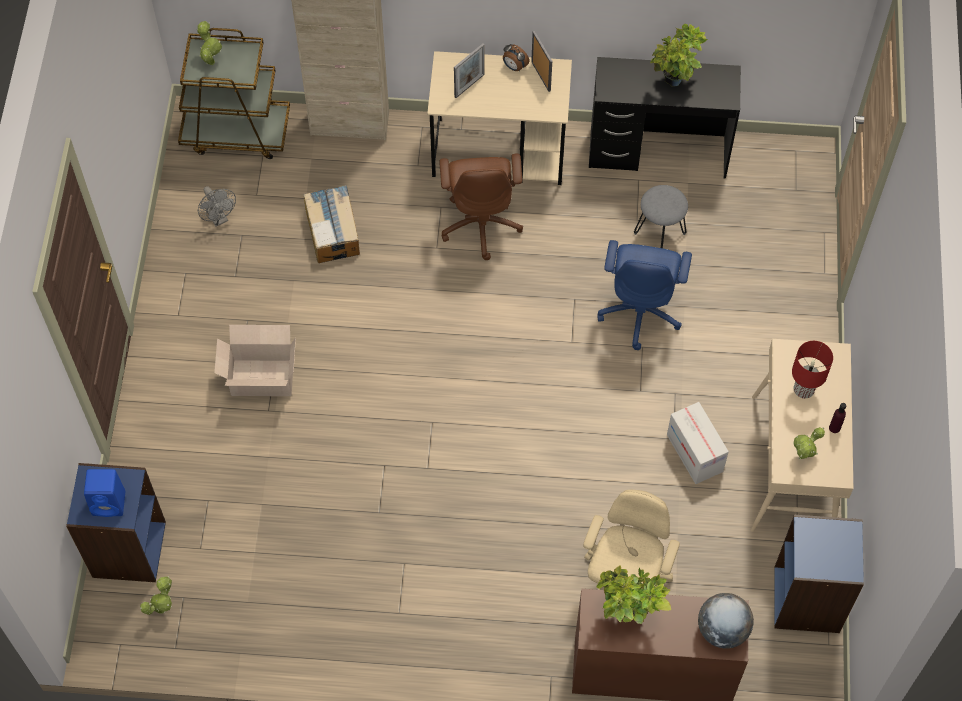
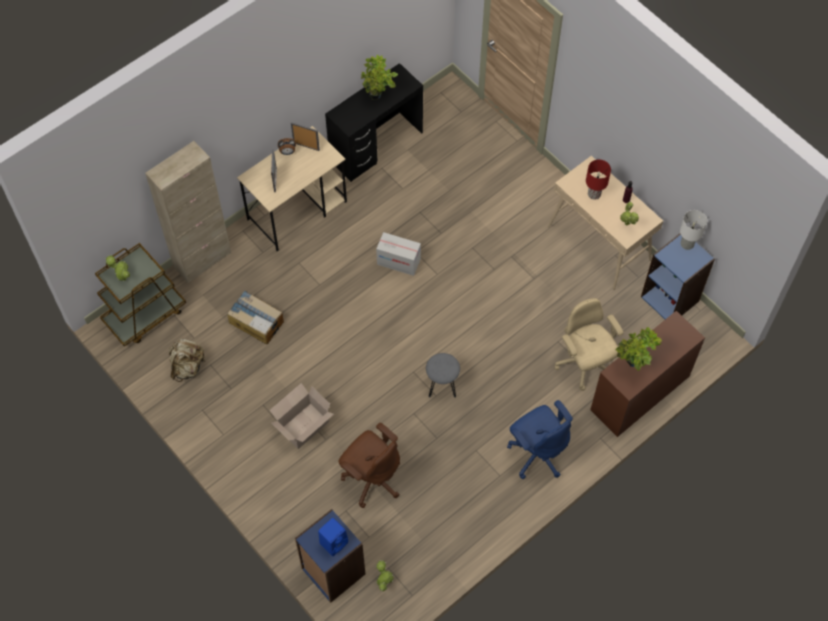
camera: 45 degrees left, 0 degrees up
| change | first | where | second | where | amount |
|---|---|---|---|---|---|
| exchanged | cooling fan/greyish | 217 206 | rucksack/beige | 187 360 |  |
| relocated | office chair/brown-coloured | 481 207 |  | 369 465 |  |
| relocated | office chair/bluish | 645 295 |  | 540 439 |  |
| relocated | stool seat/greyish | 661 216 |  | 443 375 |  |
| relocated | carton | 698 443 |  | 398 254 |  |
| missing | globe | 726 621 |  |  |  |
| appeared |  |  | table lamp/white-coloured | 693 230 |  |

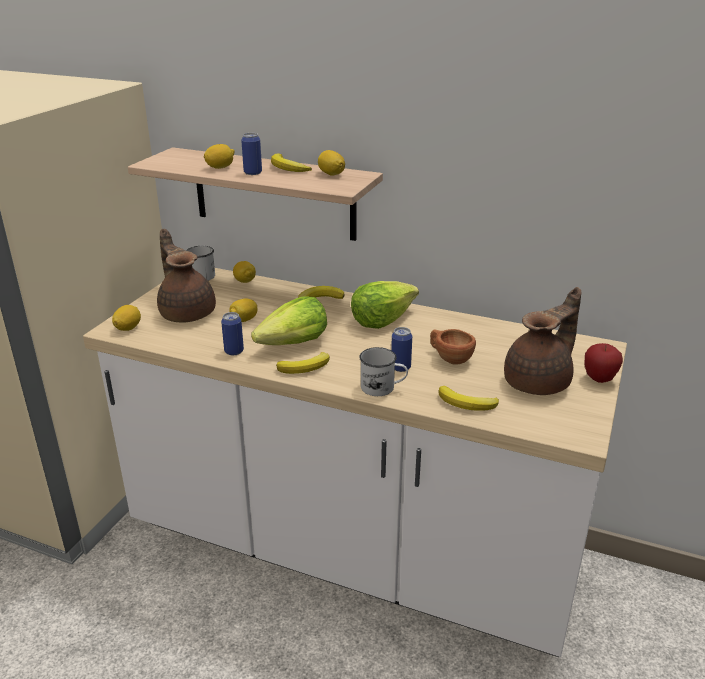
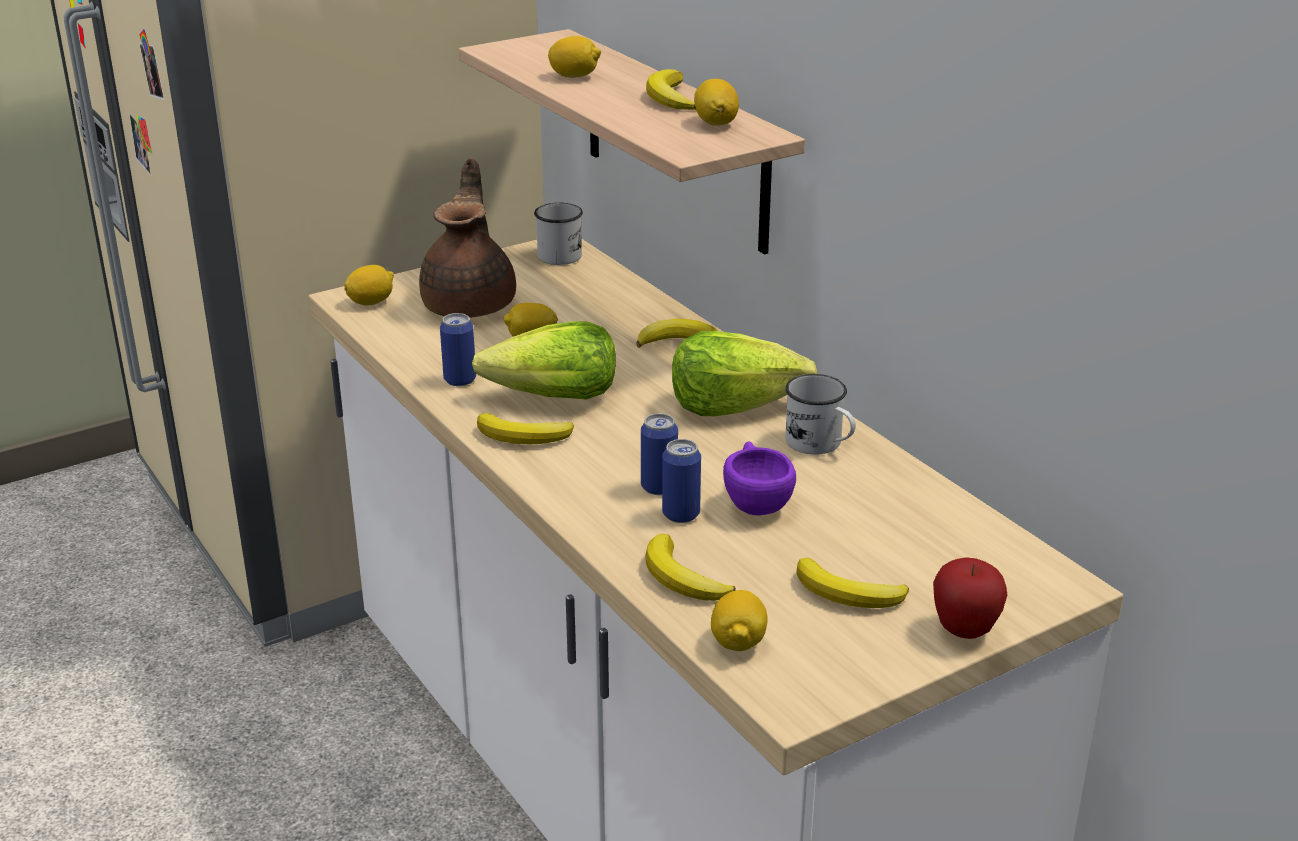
camera: 35 degrees right, 0 degrees up
| change | first | where | second | where | amount |
|---|---|---|---|---|---|
| relocated | whole lemon | 244 272 |  | 739 620 |  |
| relocated | sealed can | 251 154 |  | 681 481 |  |
| relocated | coffee mug/white-coloured | 383 371 |  | 820 414 |  |
| colour | small cup/brown-coloured | 453 347 | small cup/purple | 759 478 |  |
| exchanged | tea pot/brown-coloured | 542 341 | banana | 852 583 |  |

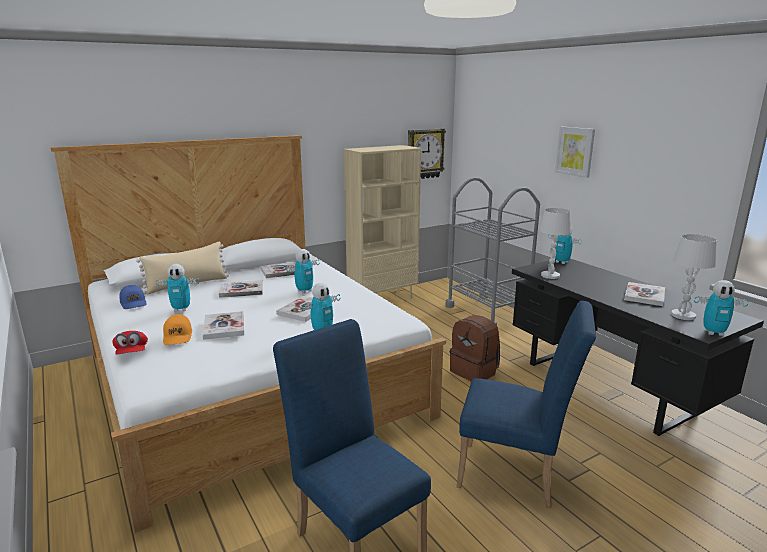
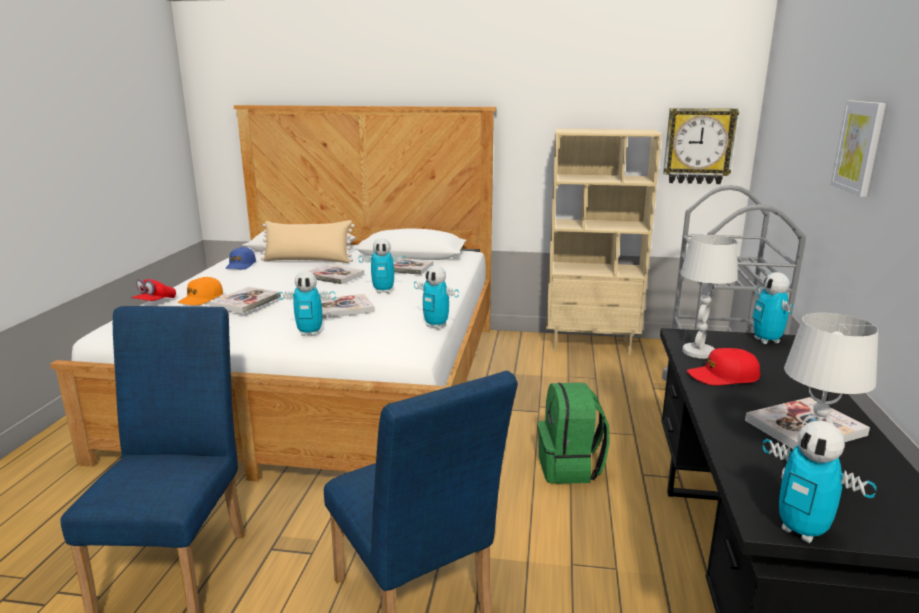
camera: 40 degrees right, 0 degrees up
| change | first | where | second | where | amount |
|---|---|---|---|---|---|
| relocated | model robot | 177 288 |  | 436 297 |  |
| colour | rucksack/brown-coloured | 475 348 | rucksack/green-coloured | 574 433 |  |
| appeared |  |  | peaked cap/red | 724 366 |  |

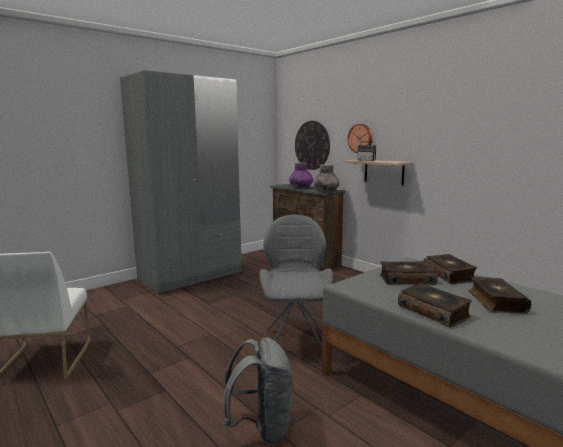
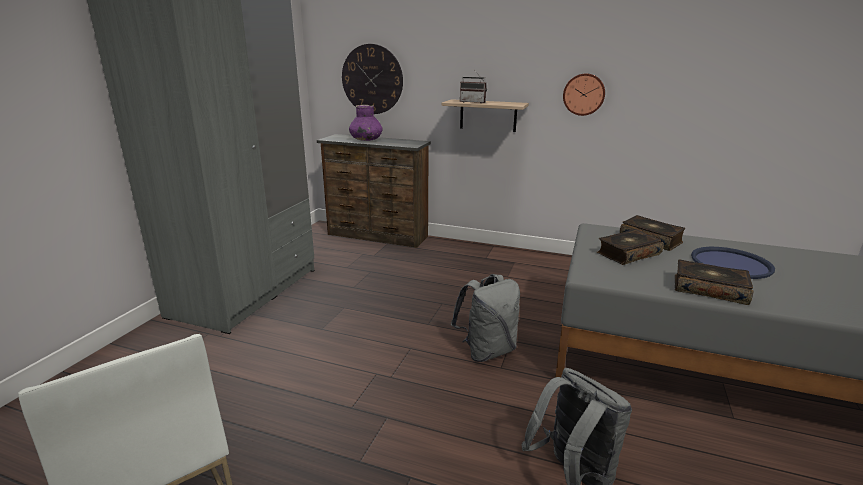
camera: 30 degrees left, 10 degrees up
| change | first | where | second | where | amount |
|---|---|---|---|---|---|
| exchanged | upright chair/greyish | 296 282 | rucksack/greyish | 485 318 |  |
| missing | decorative vase/greyish | 326 177 |  |  |  |
| relocated | hanging clock | 360 138 |  | 584 94 |  |
| exchanged | book | 500 295 | tray/bluish | 733 263 |  |

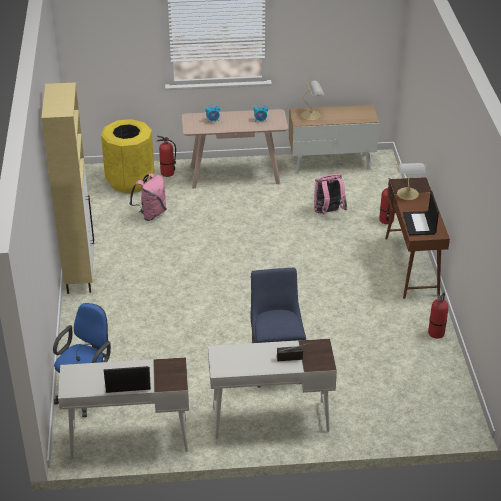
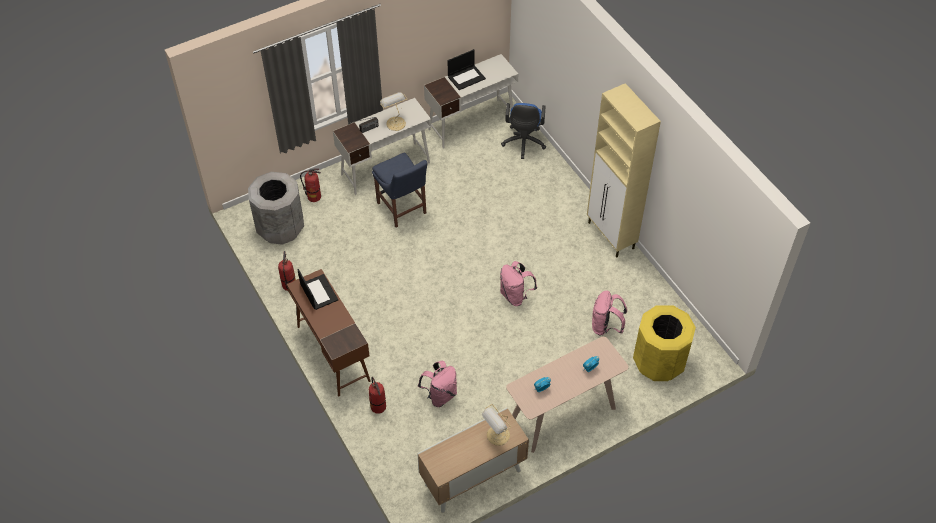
camera: 155 degrees right, 15 degrees up
| change | first | where | second | where | amount |
|---|---|---|---|---|---|
| relocated | fire-fighting cylinder | 166 156 |  | 310 185 |  |
| relocated | table lamp | 411 181 |  | 393 111 |  |
| appeared |  |  | rubbish bin/greyish | 276 208 |  |
| appeared |  |  | rucksack/pink-coloured | 518 283 |  |

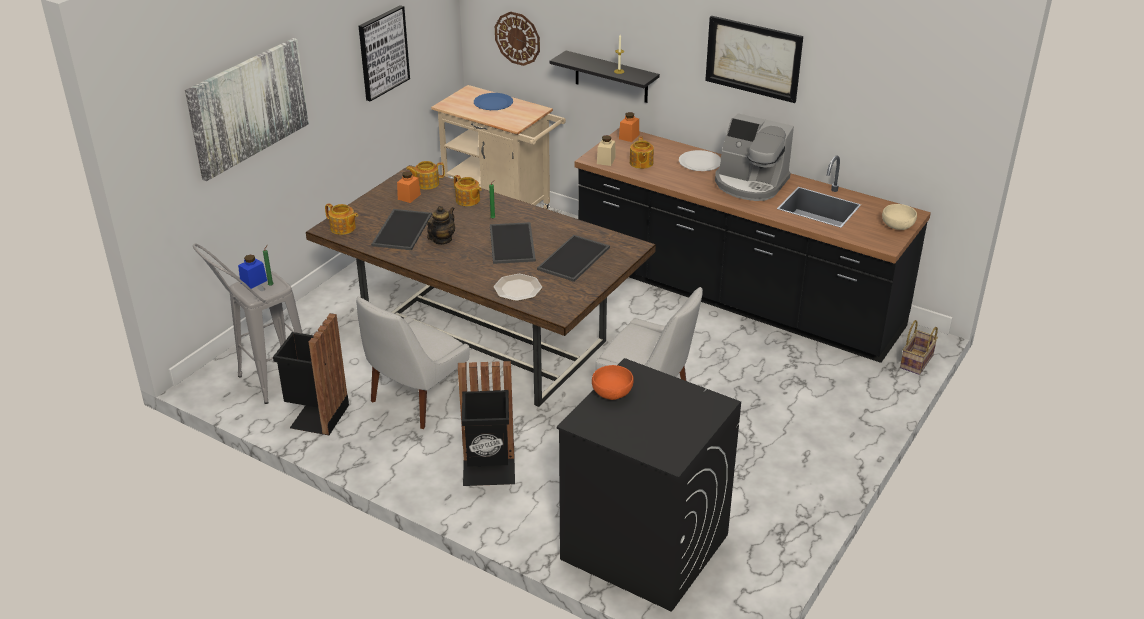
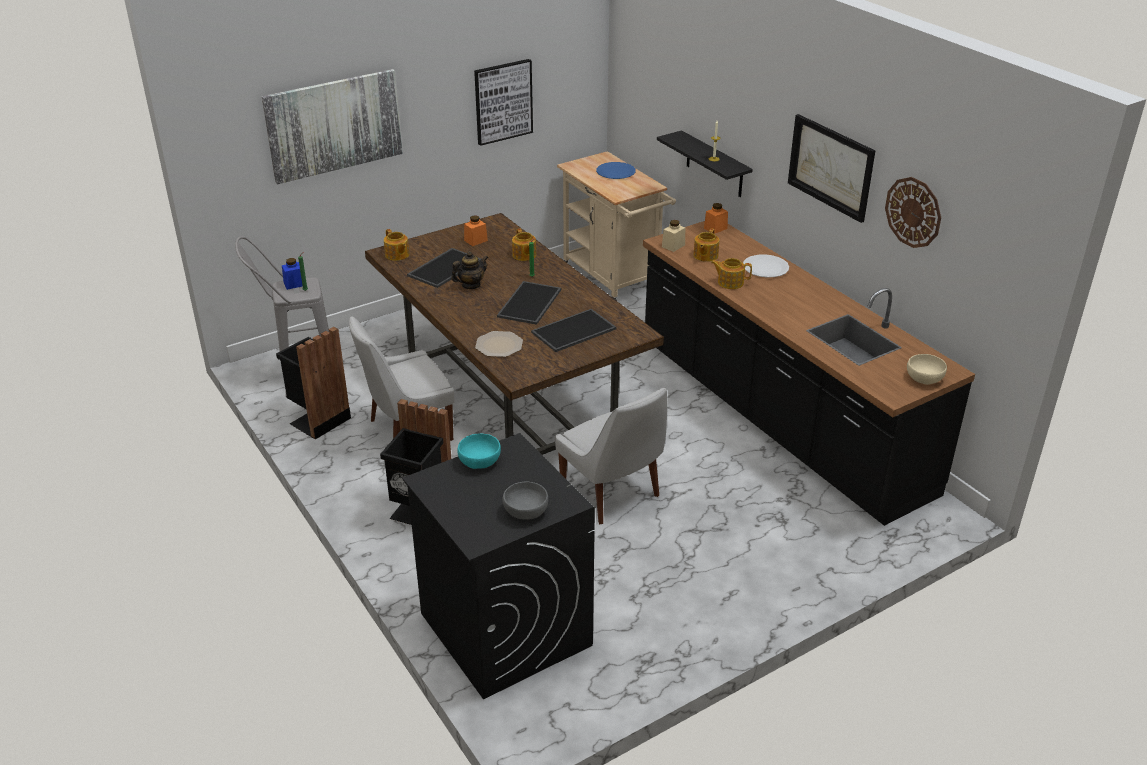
camera: 25 degrees right, 0 degrees up
| change | first | where | second | where | amount |
|---|---|---|---|---|---|
| relocated | tea pot | 425 175 |  | 731 273 |  |
| relocated | hanging clock | 517 39 |  | 913 212 |  |
| colour | serving bowl/orange-coloured | 613 382 | serving bowl/turquoise | 479 451 |  |
| missing | coffee maker | 754 157 |  |  |  |
| missing | basket | 919 347 |  |  |  |
| appeared |  |  | serving bowl/greyish | 525 501 |  |

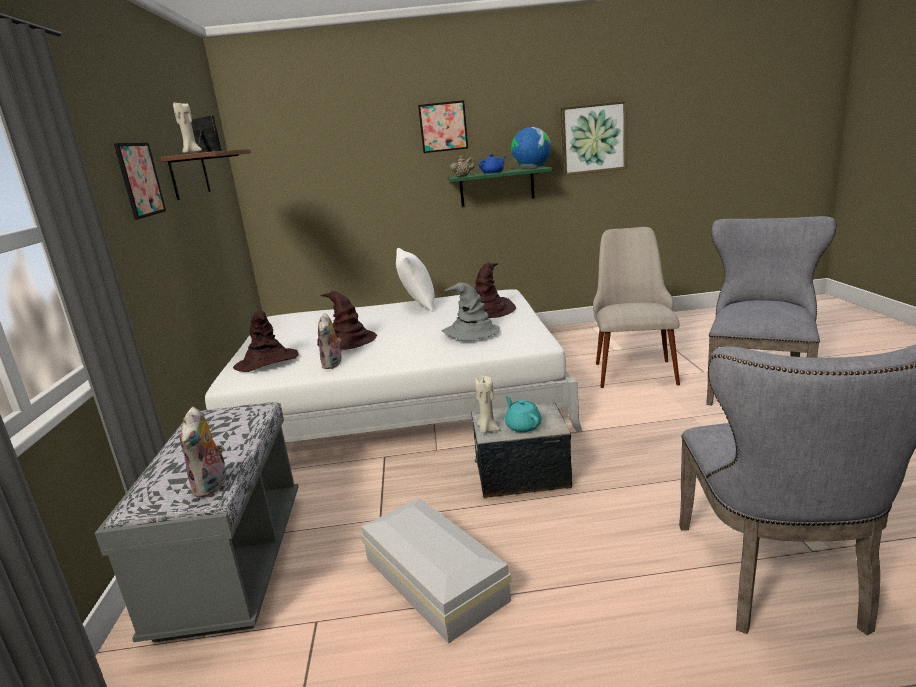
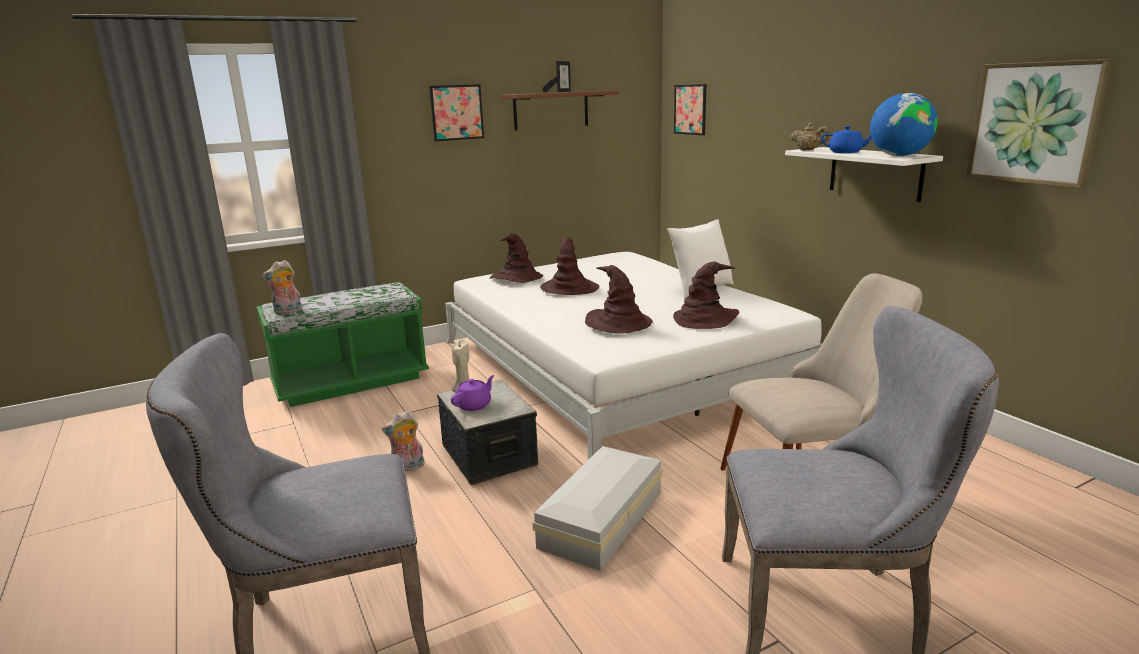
camera: 65 degrees right, 0 degrees up
| change | first | where | second | where | amount |
|---|---|---|---|---|---|
| colour | indoor bench/greyish | 196 522 | indoor bench/green-coloured | 343 344 |  |
| missing | wax light/beige | 187 127 |  |  |  |
| relocated | cuddly toy | 330 341 |  | 403 440 |  |
| relocated | storage bin/white-coloured | 436 570 |  | 598 508 |  |
| relocated | wall picture | 443 126 |  | 690 109 |  |
| colour | wearable hat/greyish | 470 311 | wearable hat/brown-coloured | 619 299 |  |
| colour | bracket shelf/green-coloured | 500 186 | bracket shelf/white-coloured | 864 174 |  |
| colour | tea pot/turquoise | 523 414 | tea pot/purple | 473 393 |  |

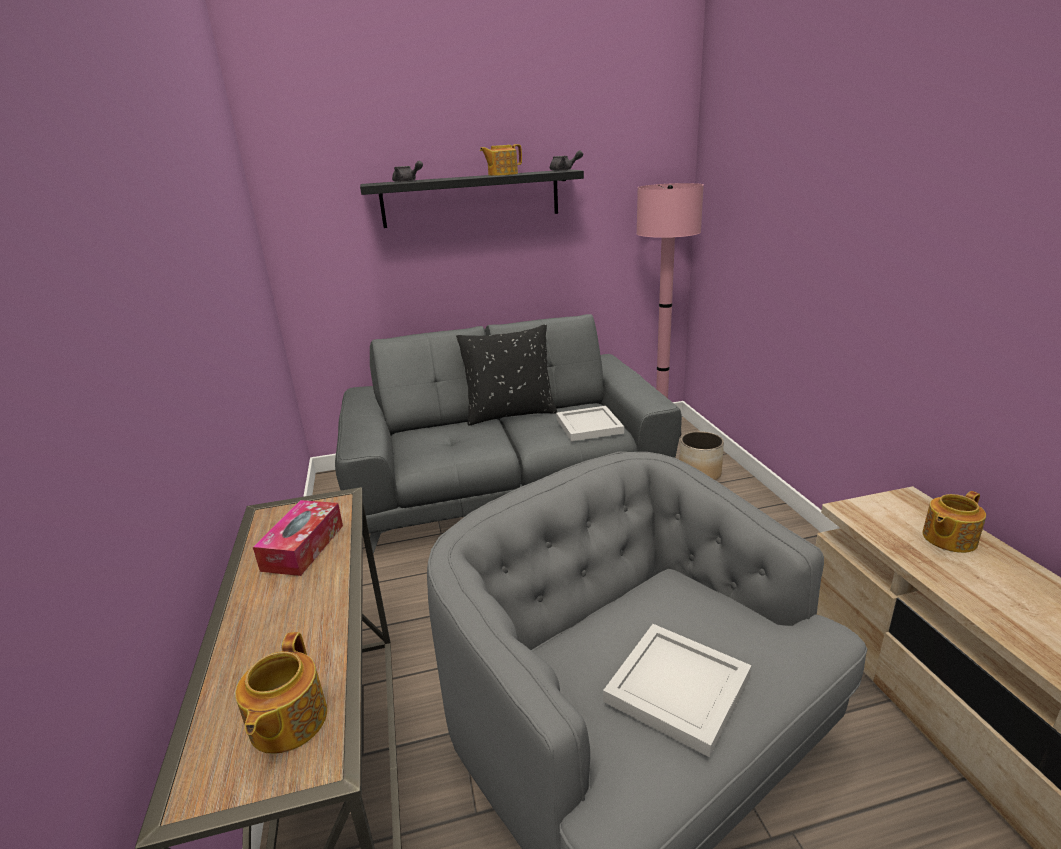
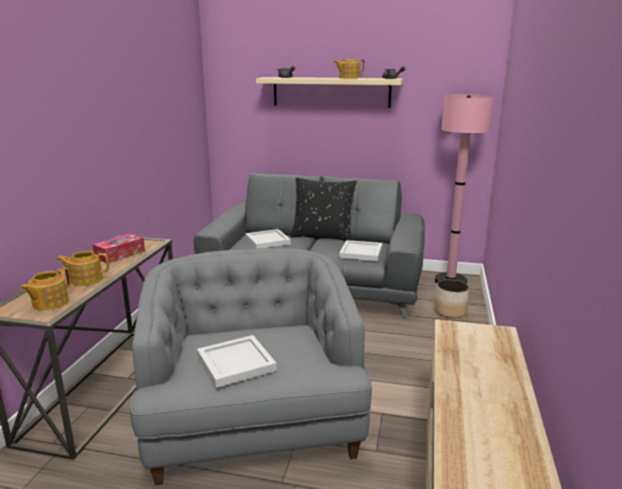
camera: 25 degrees right, 5 degrees down
| change | first | where | second | where | amount |
|---|---|---|---|---|---|
| colour | bracket shelf/black | 472 198 | bracket shelf/beige | 329 92 |  |
| relocated | tea pot | 954 522 |  | 83 268 |  |
| appeared |  |  | tray/white-coloured | 268 238 |  |

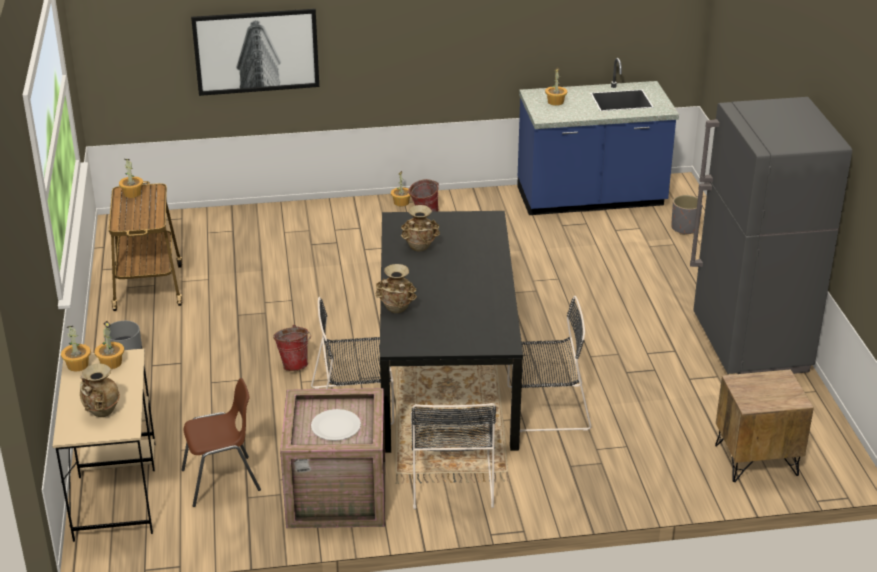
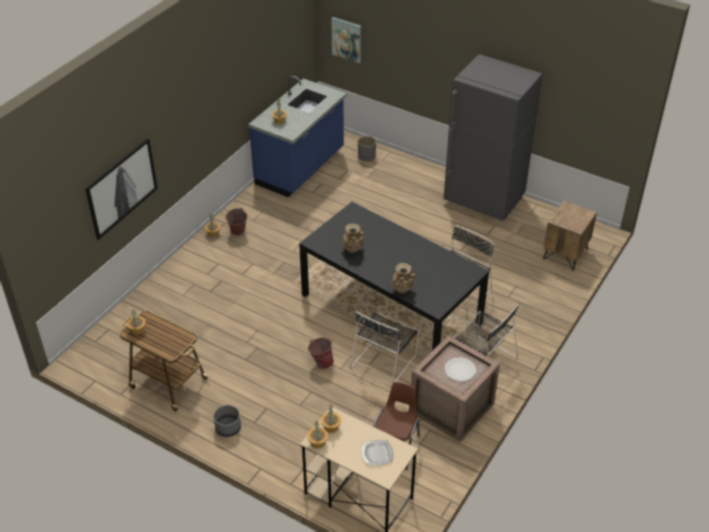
camera: 50 degrees left, 10 degrees up
| change | first | where | second | where | amount |
|---|---|---|---|---|---|
| exchanged | decorative vase/beige | 100 390 | plate | 377 453 |  |
| appeared |  |  | wall picture | 346 40 |  |

